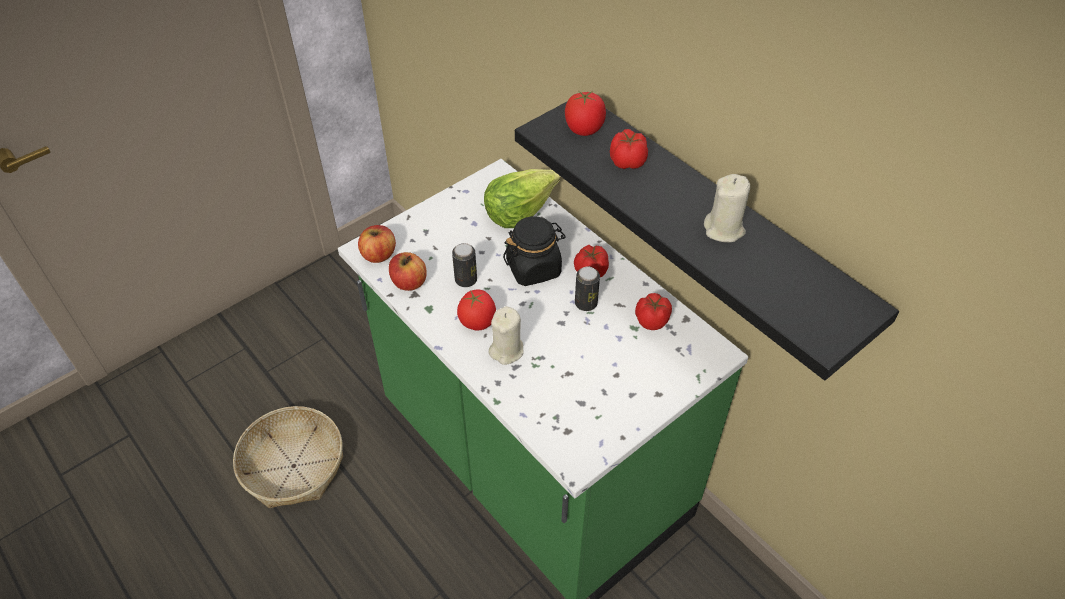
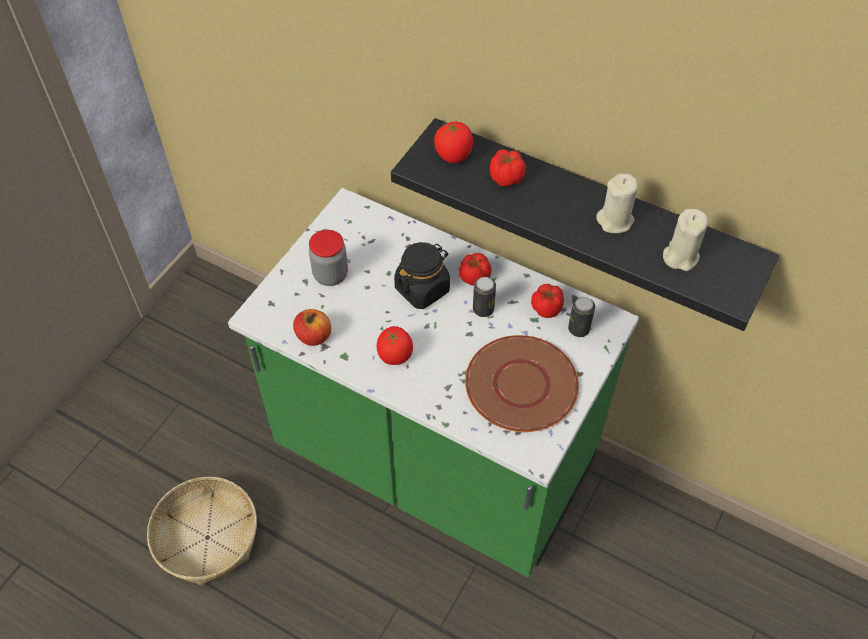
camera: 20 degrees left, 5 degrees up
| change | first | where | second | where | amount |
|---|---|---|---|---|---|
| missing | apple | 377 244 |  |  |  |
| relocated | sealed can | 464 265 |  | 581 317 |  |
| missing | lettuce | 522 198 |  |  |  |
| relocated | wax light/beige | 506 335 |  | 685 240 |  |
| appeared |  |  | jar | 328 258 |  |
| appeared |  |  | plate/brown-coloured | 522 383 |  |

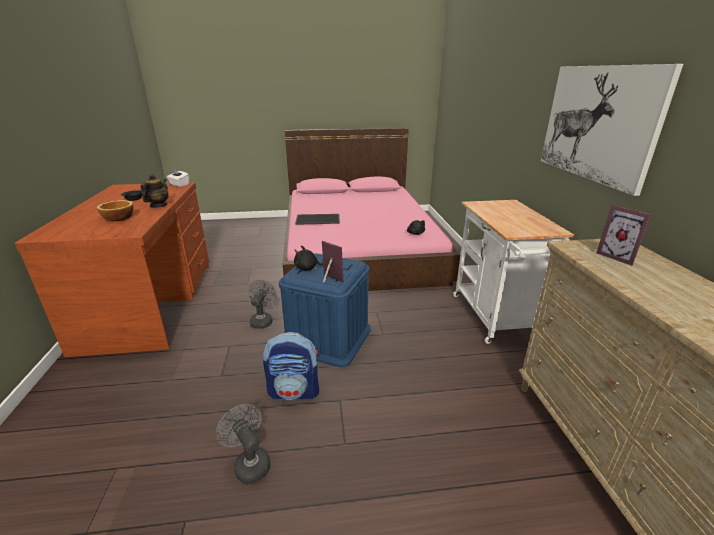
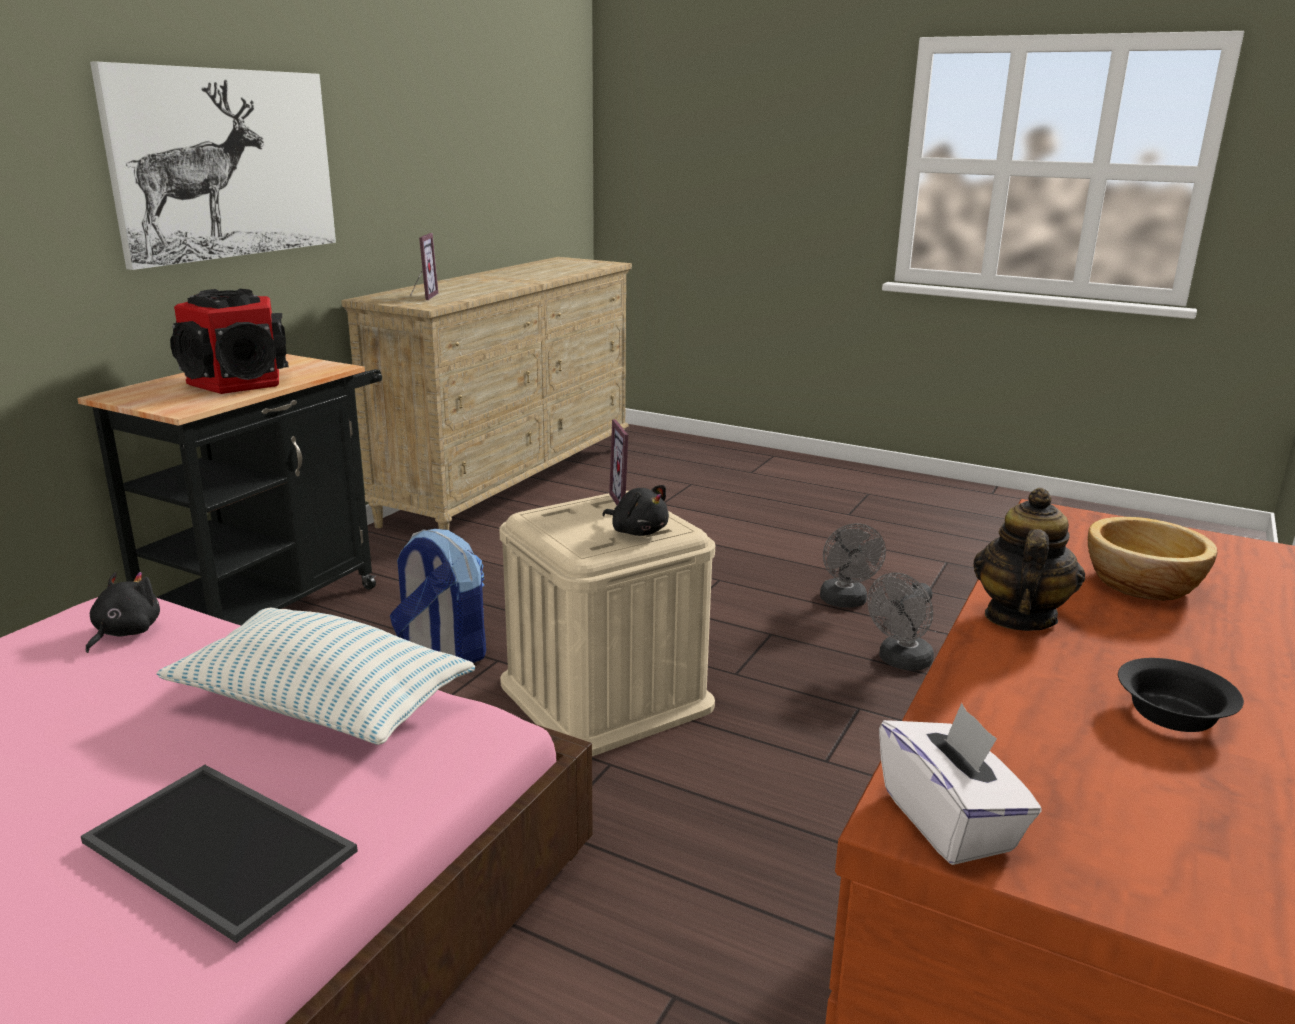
camera: 145 degrees left, 5 degrees down
| change | first | where | second | where | amount |
|---|---|---|---|---|---|
| spun | tea pot | 154 191 |  | 1029 559 | 150 degrees clockwise |
| relocated | cooling fan/greyish | 262 304 |  | 901 622 |  |
| relocated | rucksack | 291 366 |  | 438 596 |  |
| colour | storage bin/bluish | 325 310 | storage bin/beige | 607 623 |  |
| colour | trolley/white-coloured | 513 272 | trolley/black | 229 490 |  |
| appeared |  |  | pillow | 315 676 |  |
| appeared |  |  | audio speaker | 229 341 |  |

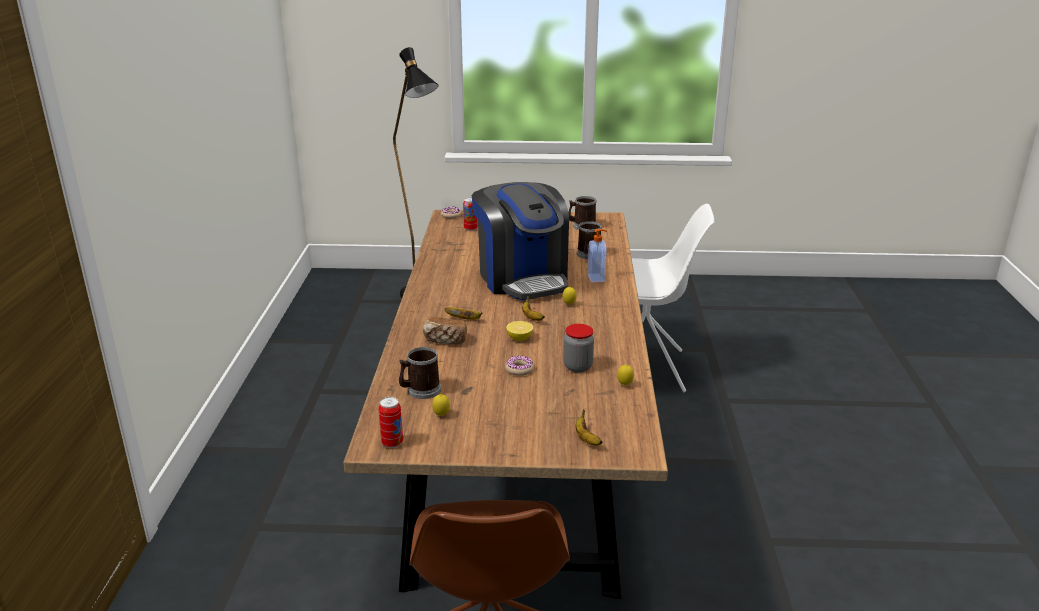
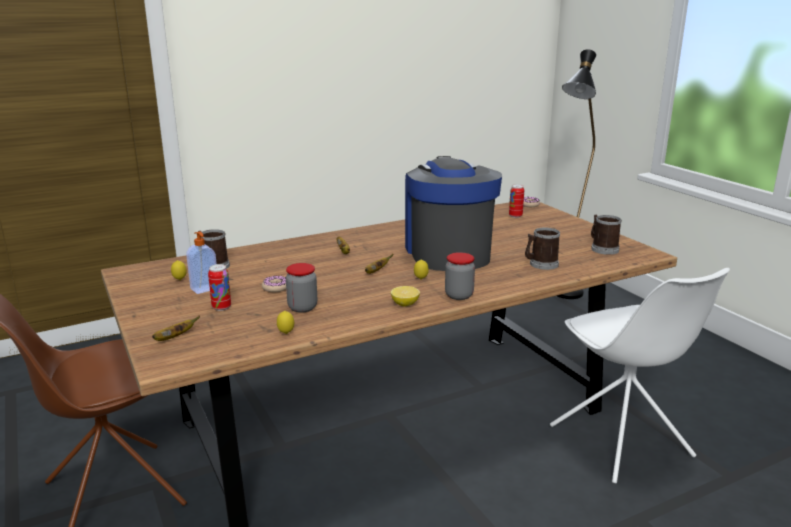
camera: 60 degrees right, 5 degrees down
| change | first | where | second | where | amount |
|---|---|---|---|---|---|
| relocated | sealed can | 391 422 |  | 219 287 |  |
| missing | bakery bread | 445 330 |  |  |  |
| spun | coffee maker | 520 241 |  | 453 213 | 135 degrees clockwise |
| relocated | whole lemon | 520 331 |  | 405 296 |  |
| relocated | liquid soap bottle | 597 255 |  | 201 262 |  |
| appeared |  |  | jar | 460 276 |  |

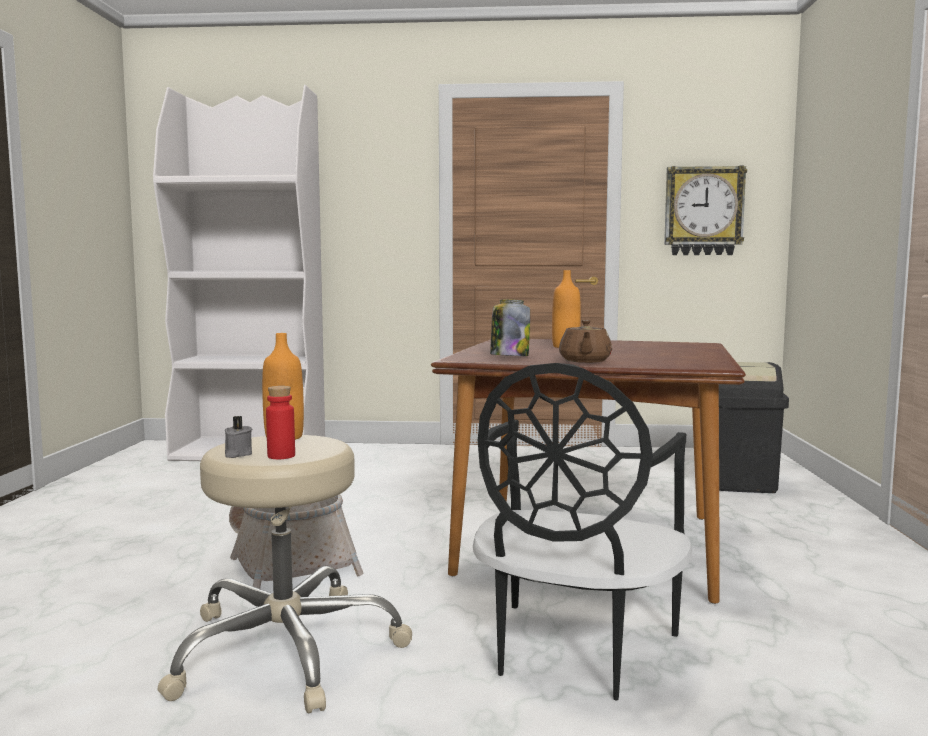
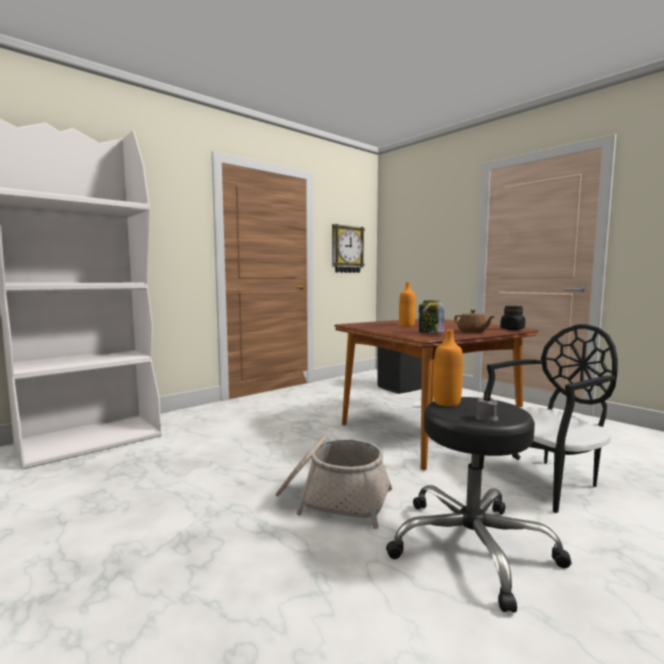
camera: 45 degrees left, 0 degrees up
| change | first | where | second | where | amount |
|---|---|---|---|---|---|
| colour | stool seat/beige | 284 574 | stool seat/black | 478 505 |  |
| missing | drink bottle/red | 280 422 |  |  |  |
| spun | upright chair/black | 582 532 |  | 548 418 | 90 degrees counterclockwise |
| appeared |  |  | jar/black | 512 318 |  |

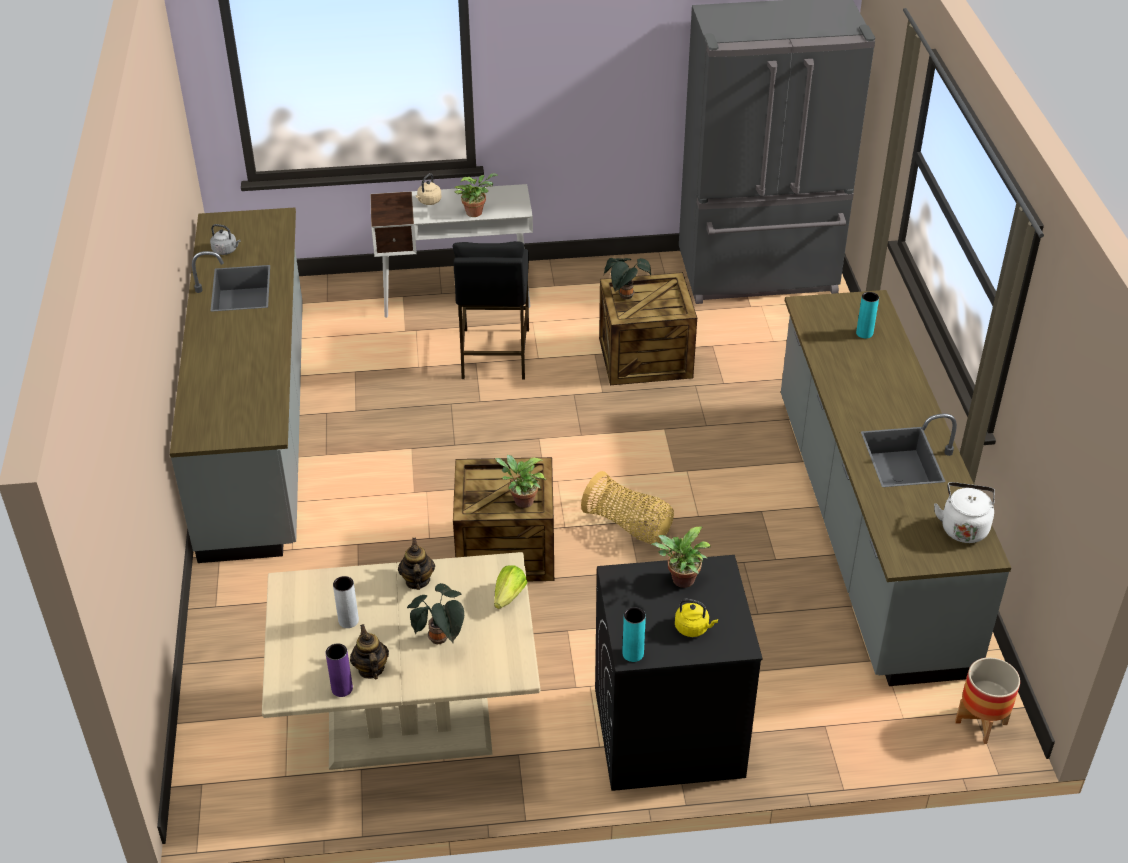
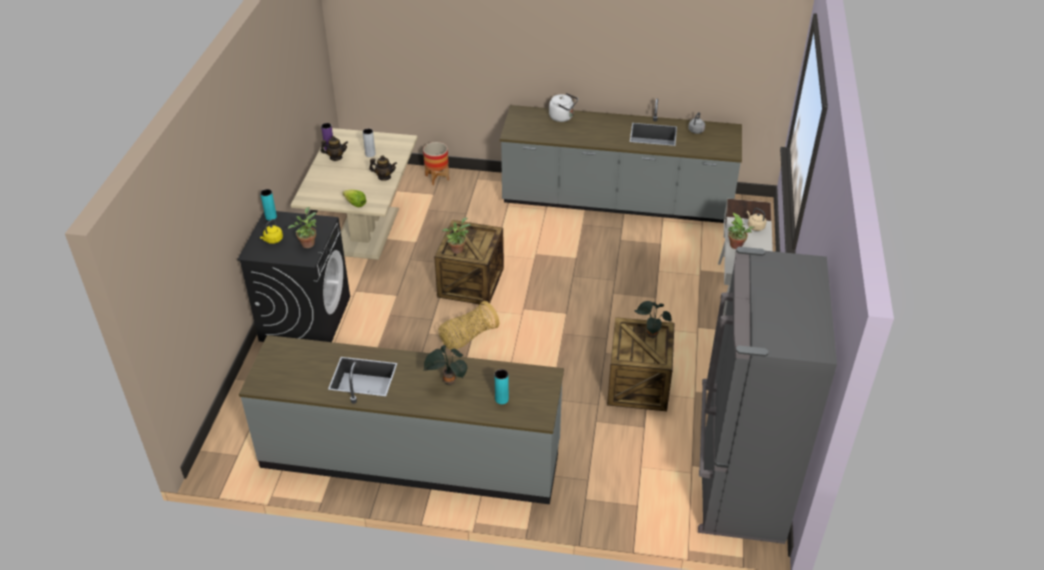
camera: 105 degrees right, 0 degrees up
| change | first | where | second | where | amount |
|---|---|---|---|---|---|
| relocated | houseplant | 435 613 |  | 446 365 |  |
| missing | stool seat/black | 491 310 |  |  |  |
| relocated | kettle/white-coloured | 964 512 |  | 563 107 |  |
| relocated | planter | 987 700 |  | 436 163 |  |

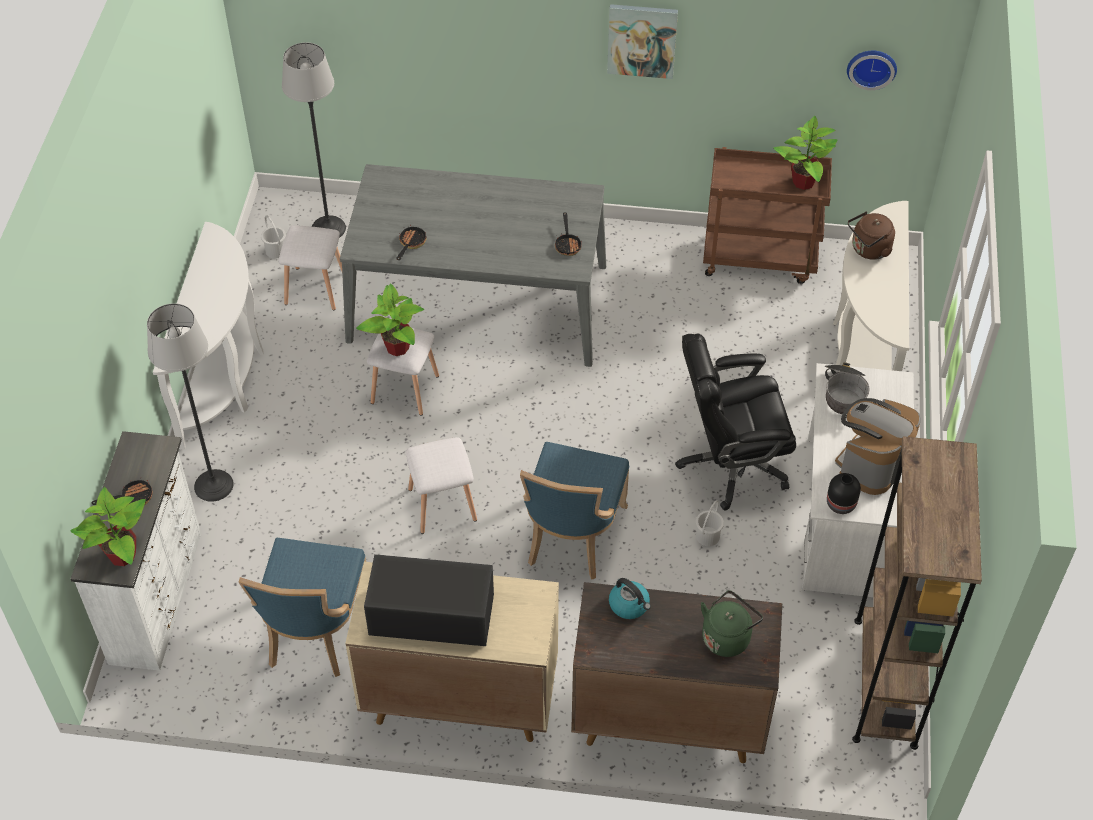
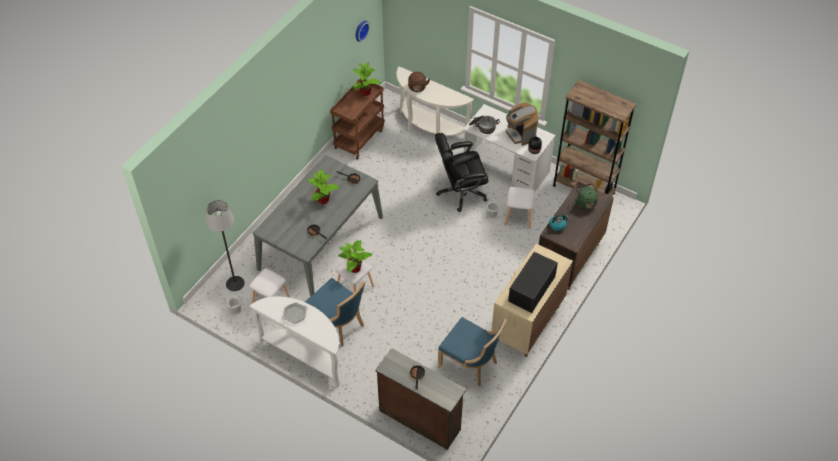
camera: 65 degrees left, 0 degrees up
| change | first | where | second | where | amount |
|---|---|---|---|---|---|
| colour | drawer chest/white-coloured | 136 551 | drawer chest/brown-coloured | 421 399 |  |
| relocated | houseplant | 108 526 |  | 324 186 |  |
| missing | standard lamp | 190 402 |  |  |  |
| relocated | stool seat/white-coloured | 441 485 |  | 520 208 |  |
| relocated | upright chair/bluish | 574 511 |  | 335 312 |  |
| missing | wall picture | 642 41 |  |  |  |
| spun | office chair/black | 735 422 |  | 461 172 | 60 degrees clockwise |
| appeared |  |  | skillet | 295 313 |  |

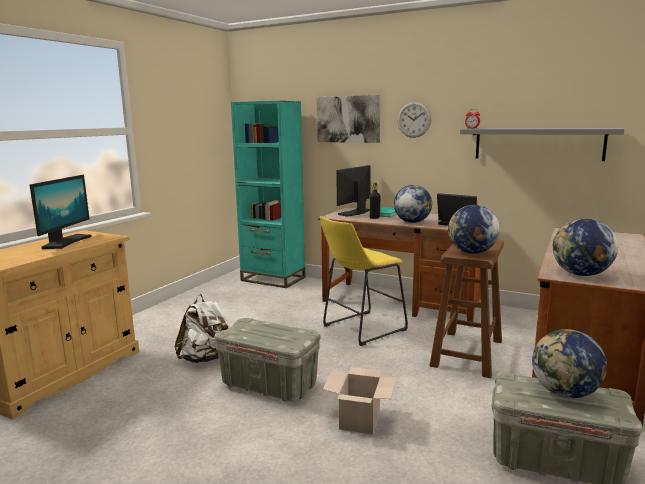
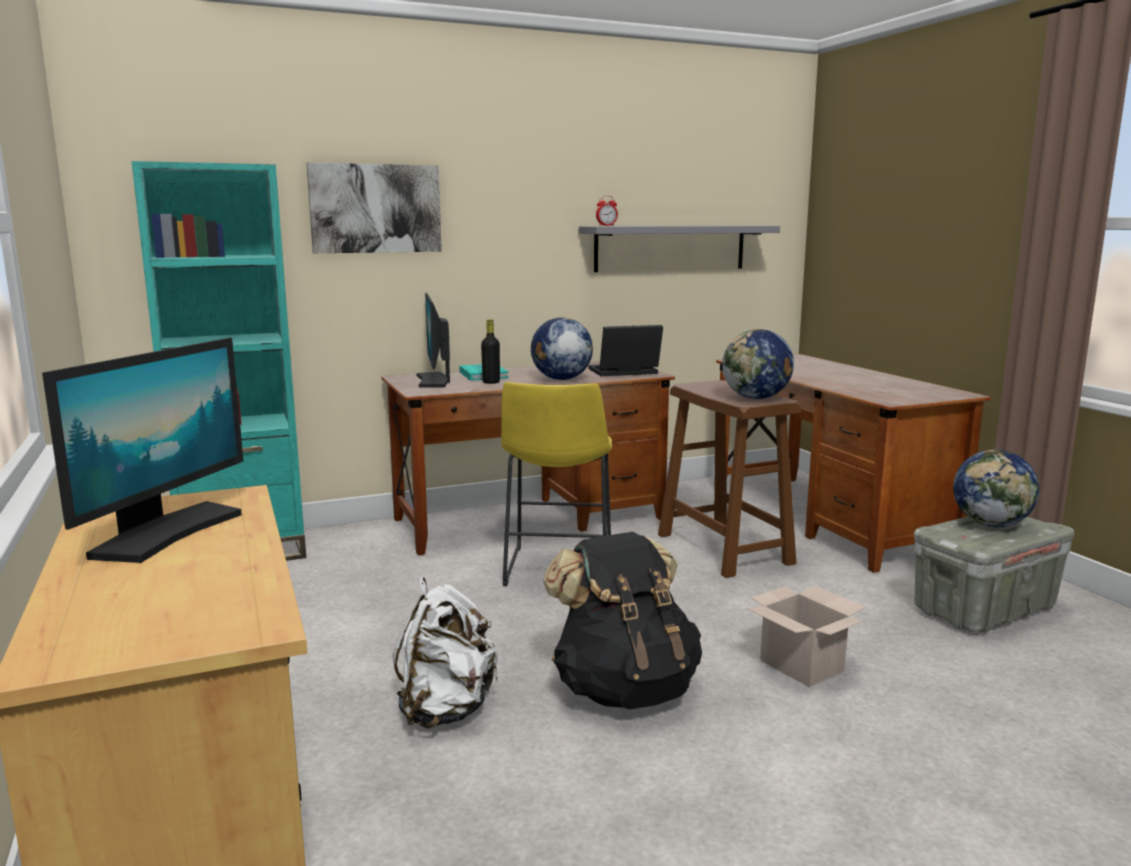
camera: 50 degrees left, 0 degrees up
| change | first | where | second | where | amount |
|---|---|---|---|---|---|
| spun | computer screen | 60 212 |  | 143 450 | 60 degrees clockwise |
| exchanged | storage bin/greyish | 267 360 | rucksack/black | 622 620 |  |
| missing | hanging clock | 414 120 |  |  |  |
| missing | globe | 585 247 |  |  |  |

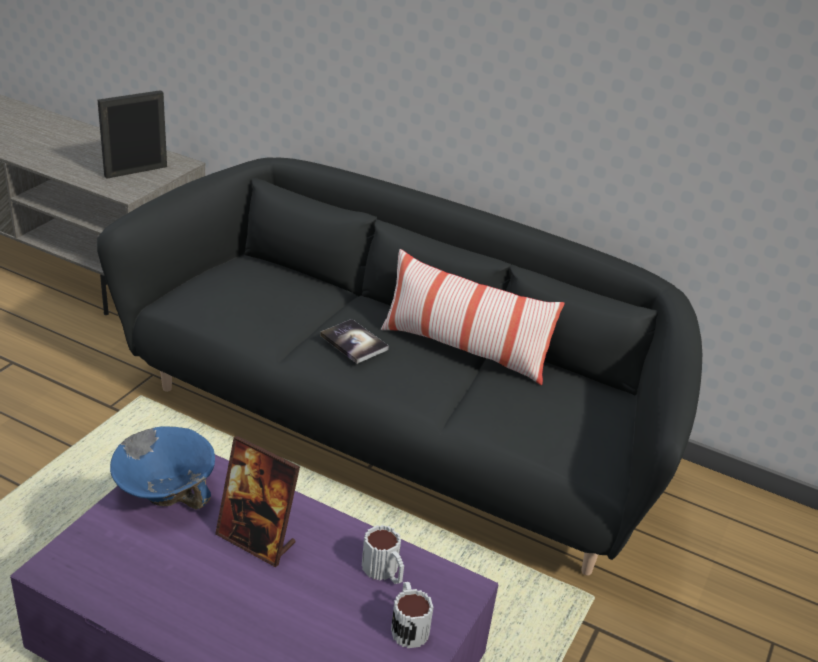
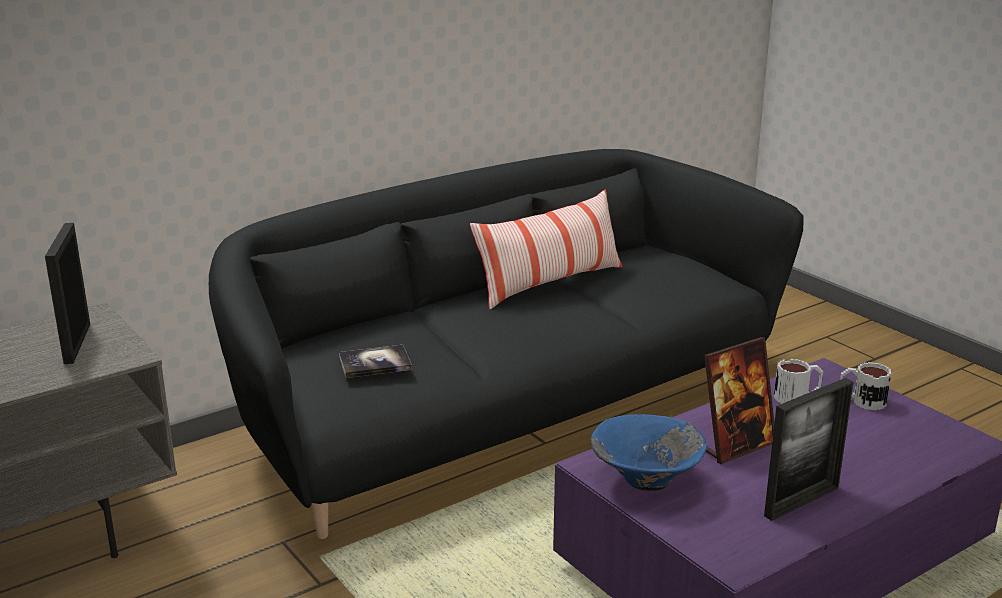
camera: 60 degrees left, 10 degrees down
| change | first | where | second | where | amount |
|---|---|---|---|---|---|
| relocated | book | 354 341 |  | 375 361 |  |
| appeared |  |  | standing frame | 809 449 |  |

